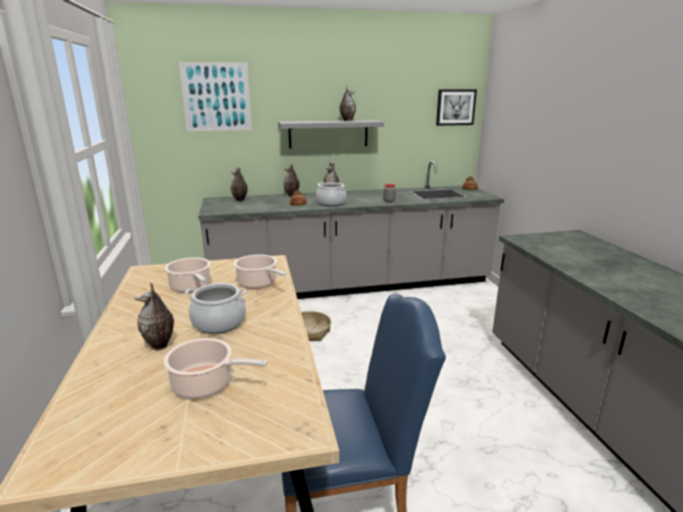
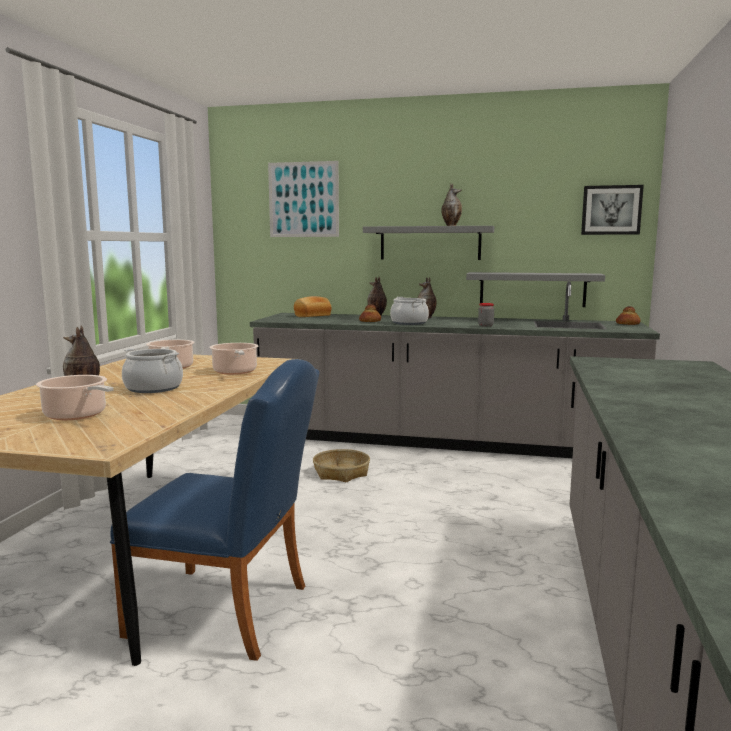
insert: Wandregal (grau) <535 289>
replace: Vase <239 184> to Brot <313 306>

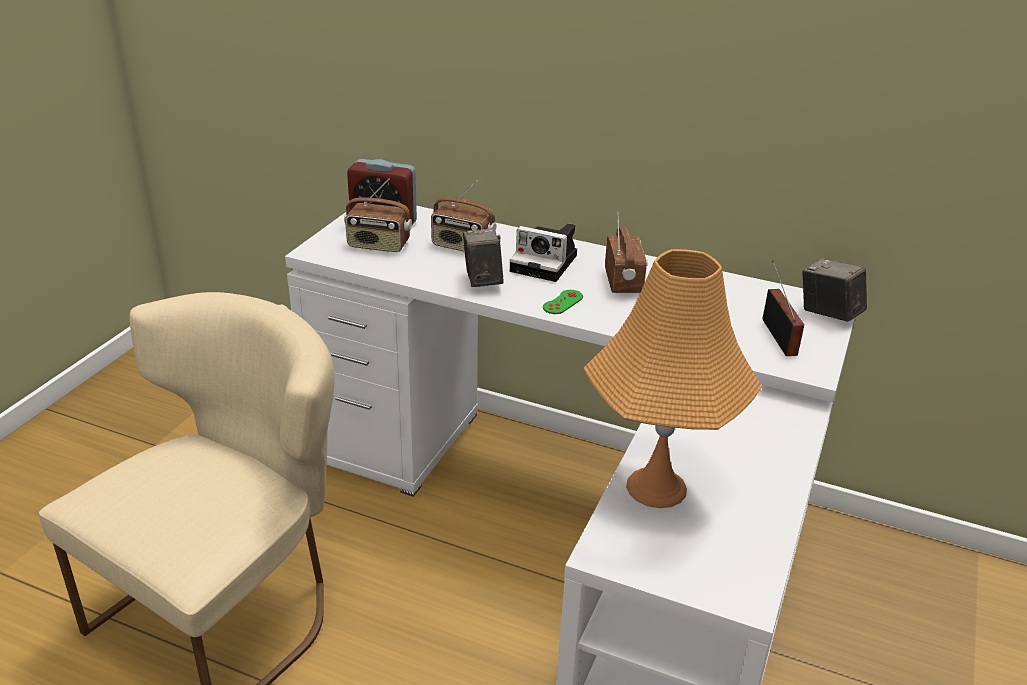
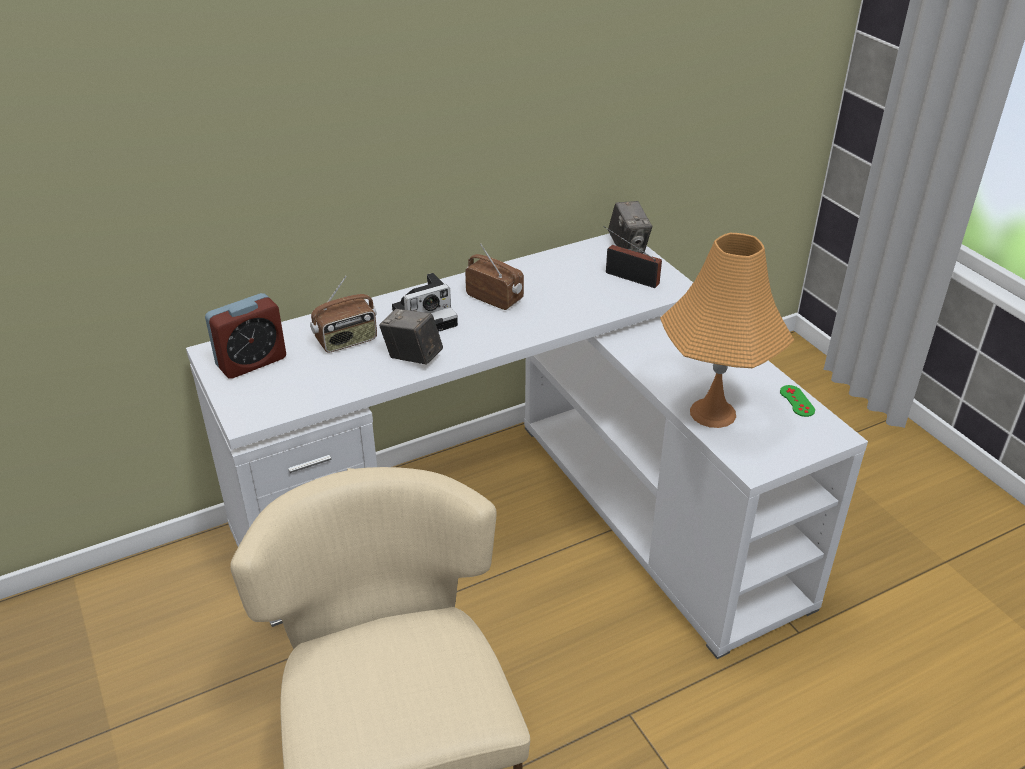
delete: Radio <378 215>
move: Gamepad (grün) <563 302> to <797 401>
rotate: Kamera <834 290> = <630 227> 105 degrees counterclockwise

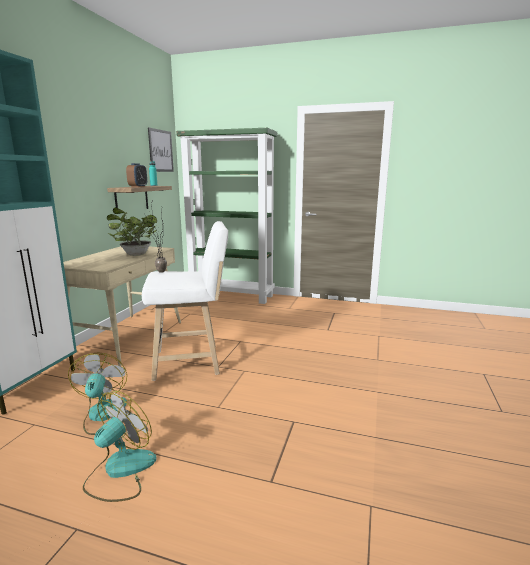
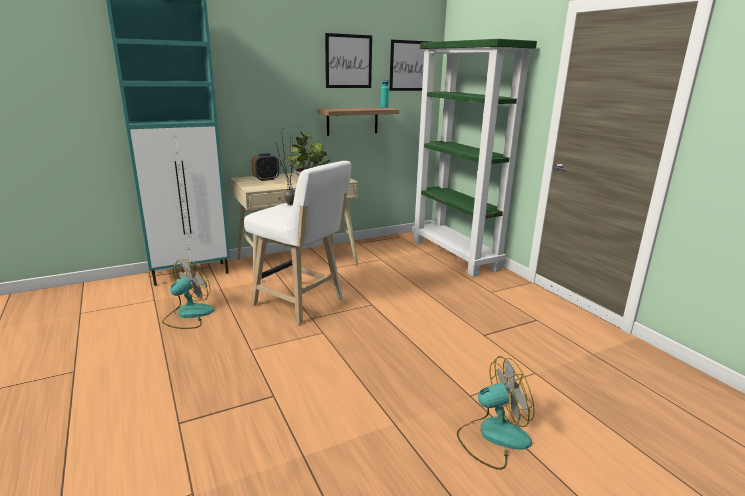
insert: Bild <348 60>
move: Ventilator <120 446> to <496 413>; Wecker <136 175> to <265 167>

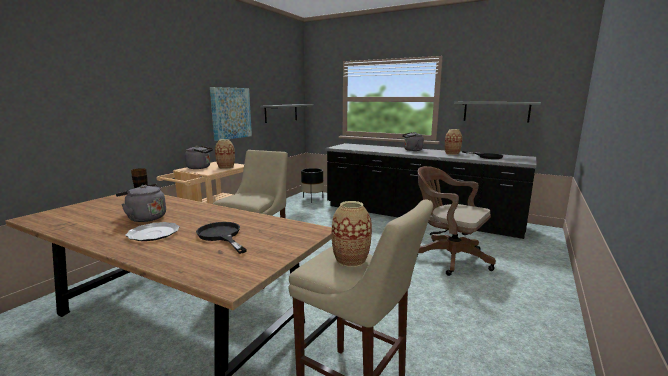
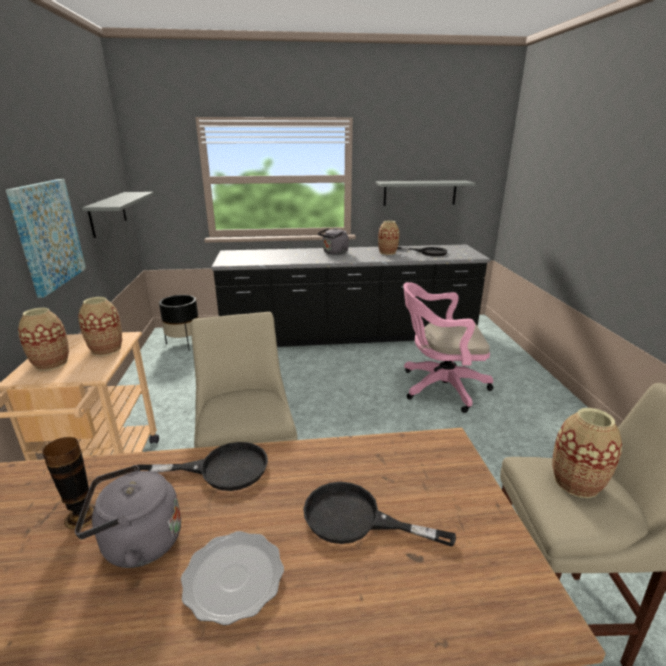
insert: Pfanne (schwarz) <203 466>
replace: Wasserkessel (grau) <199 157> to Vase <43 339>
recolor: Bürostuhl (braun) <456 221> to Bürostuhl (rosa) <448 347>

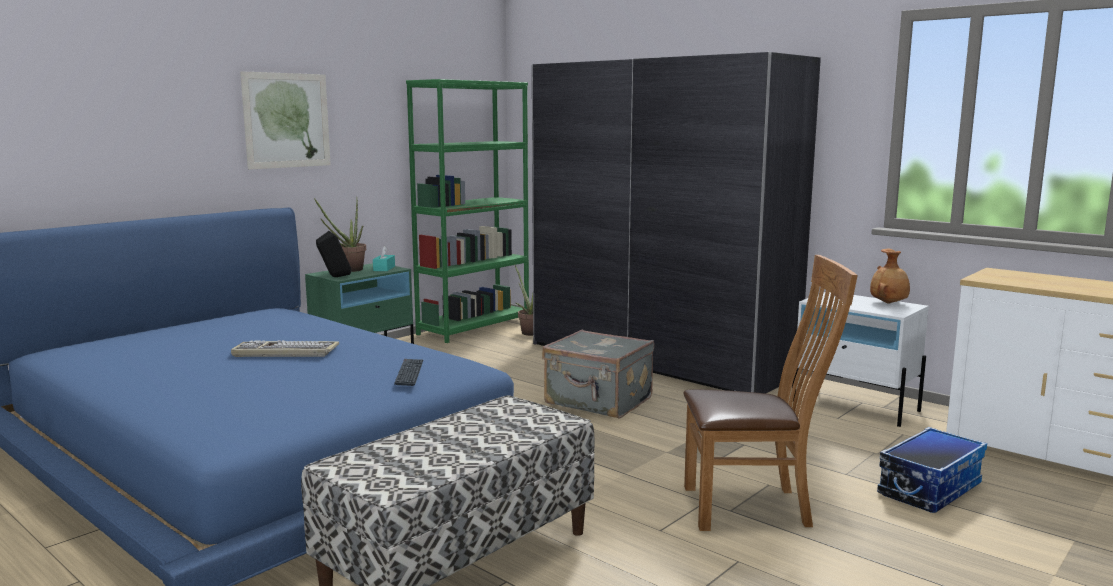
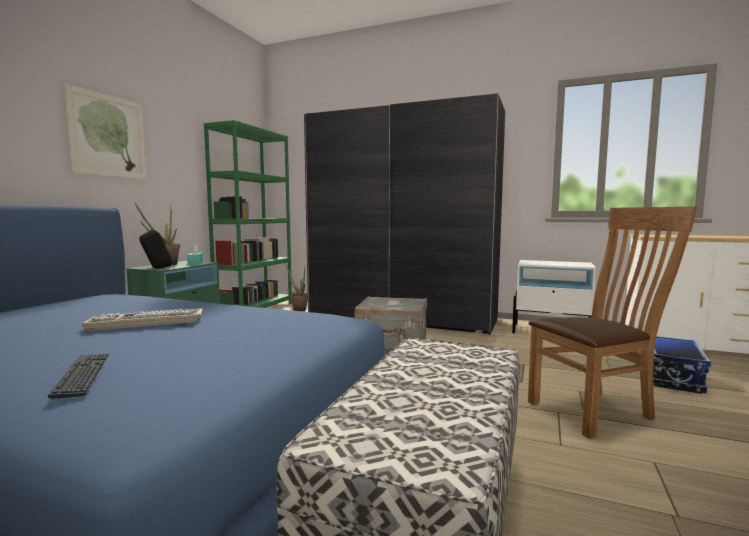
delete: Vase (braun) <890 276>
move: Tastatur <408 372> to <78 376>

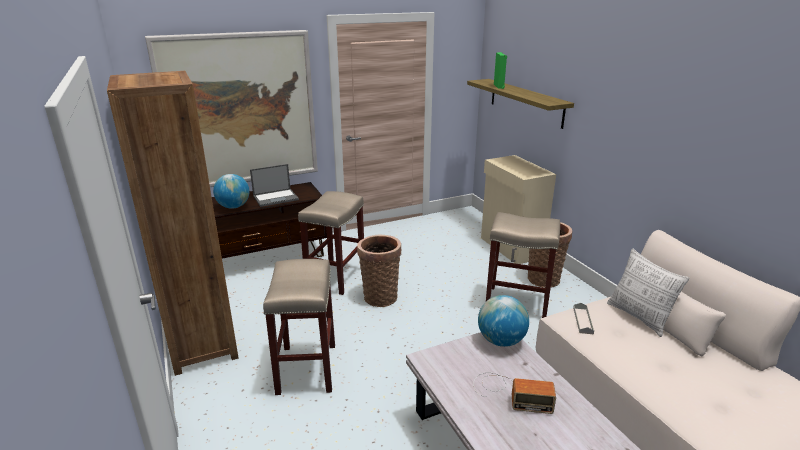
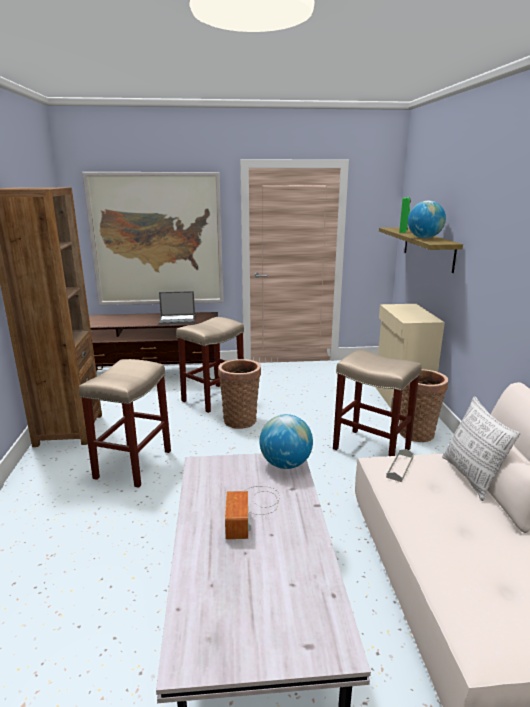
move: Globus <231 191> to <427 219>
rotate: Radio <514 393> = <252 512> 60 degrees clockwise

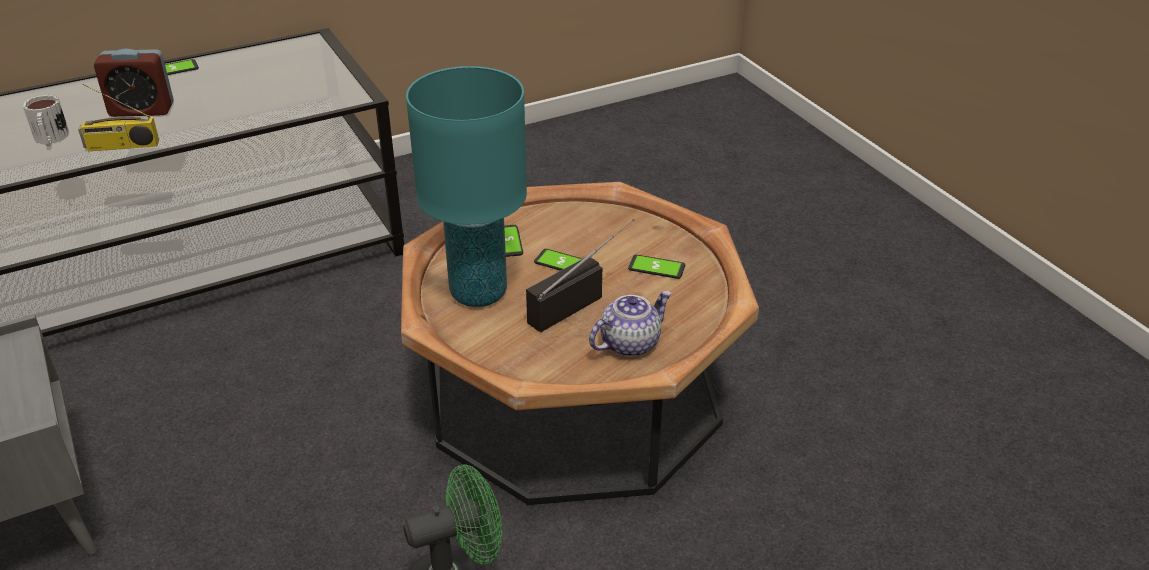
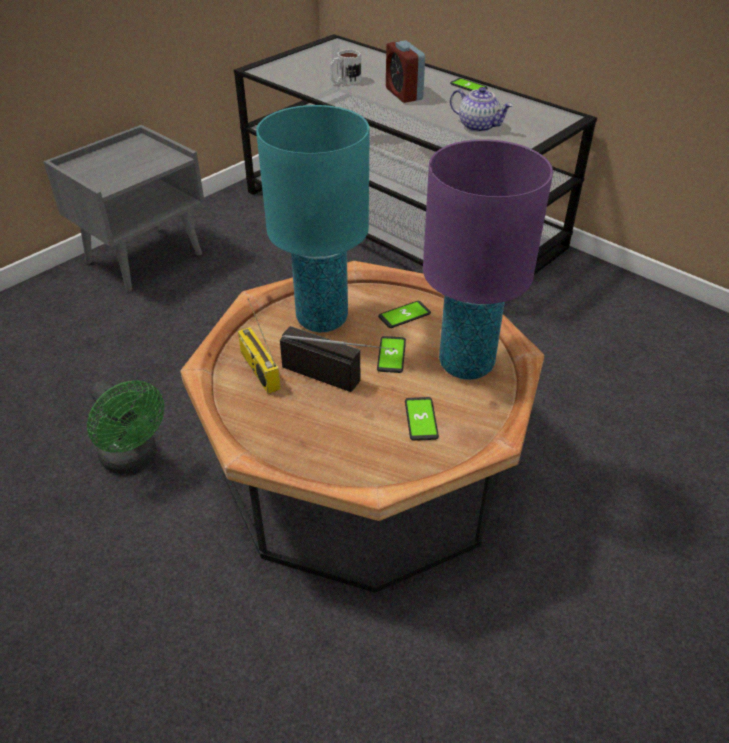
insert: Tischlampe (lila) <488 259>
move: Radio <118 117> to <259 346>; Teekanne <630 324> to <481 109>

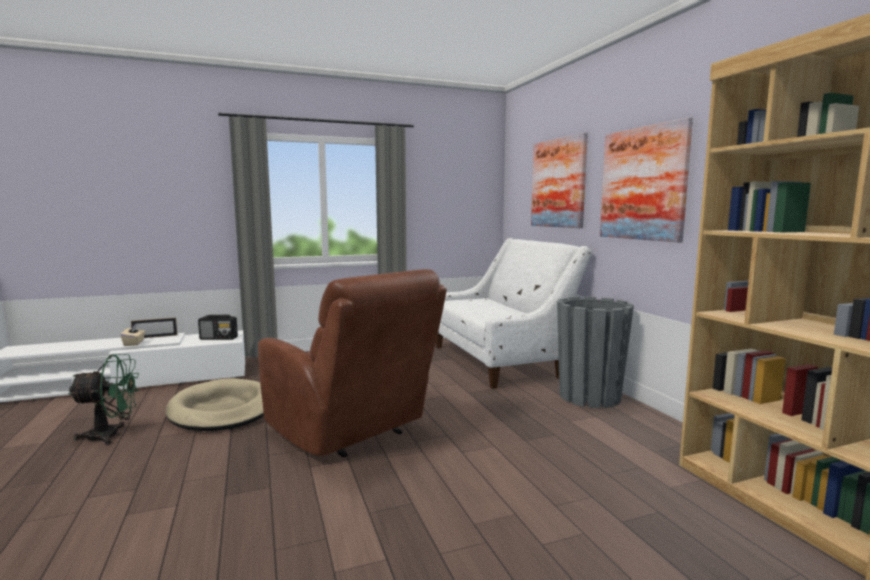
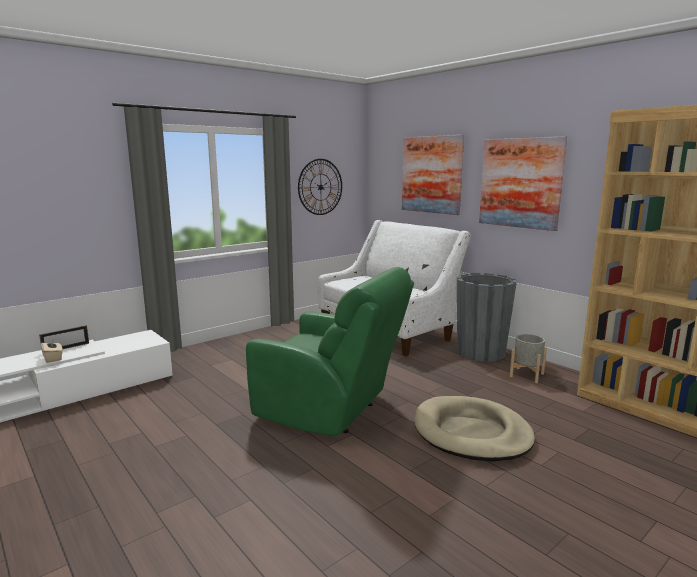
delete: Ventilator (grün) <103 399>; Radio <218 327>
insert: Wanduhr <320 187>; Pflanzkübel (grau) <528 358>
move: Hundebett (beige) <215 404> to <474 429>
recolor: Sessel (braun) <352 363> to Sessel (grün) <330 351>

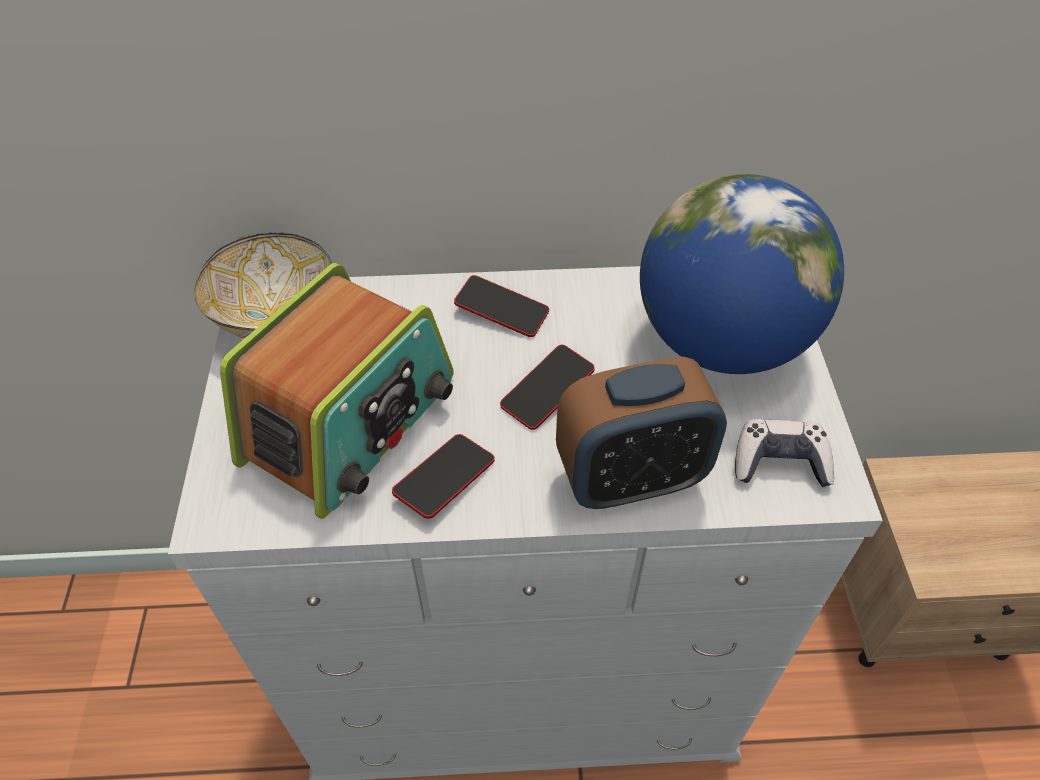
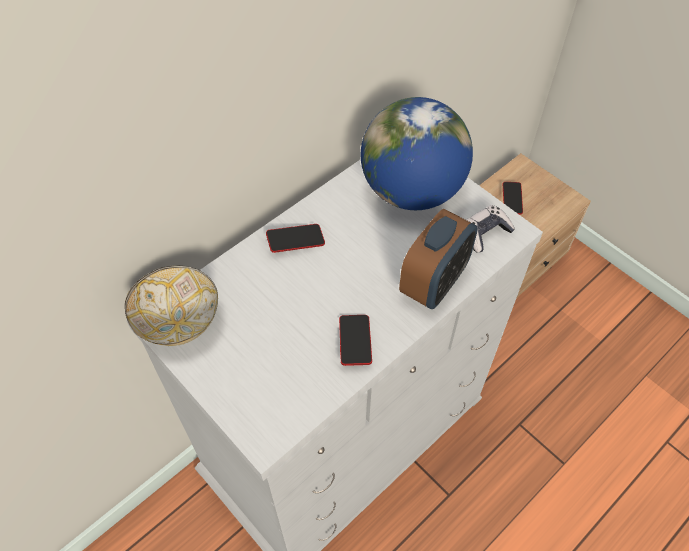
delete: Radio <337 391>
move: Handy <547 387> to <513 198>

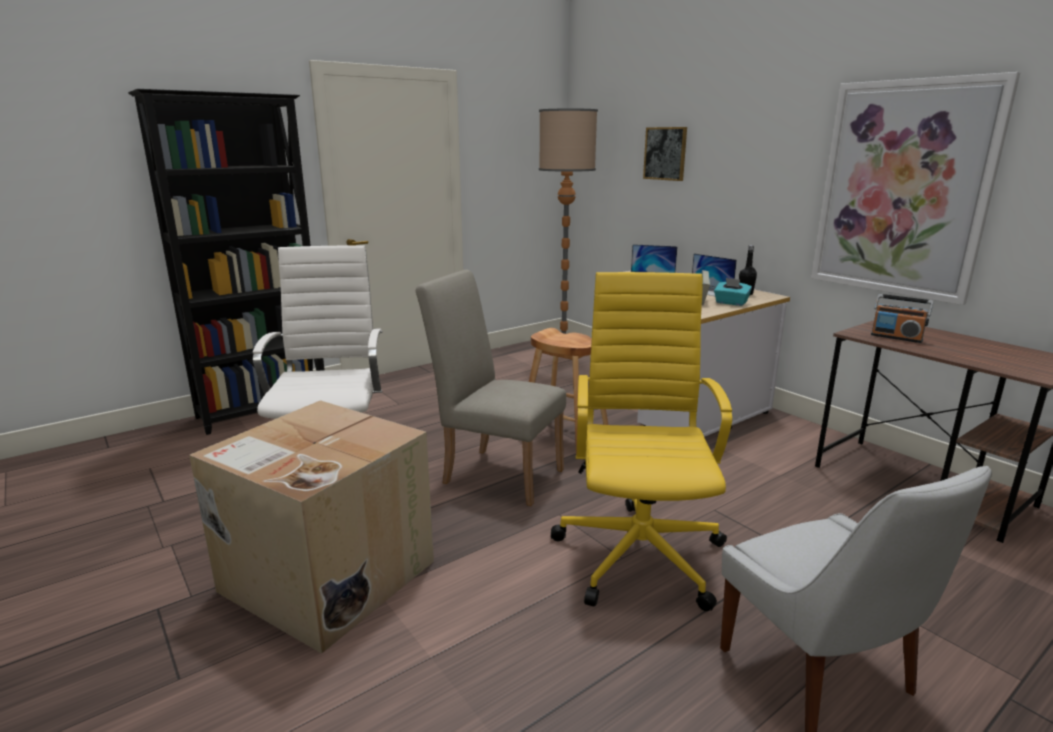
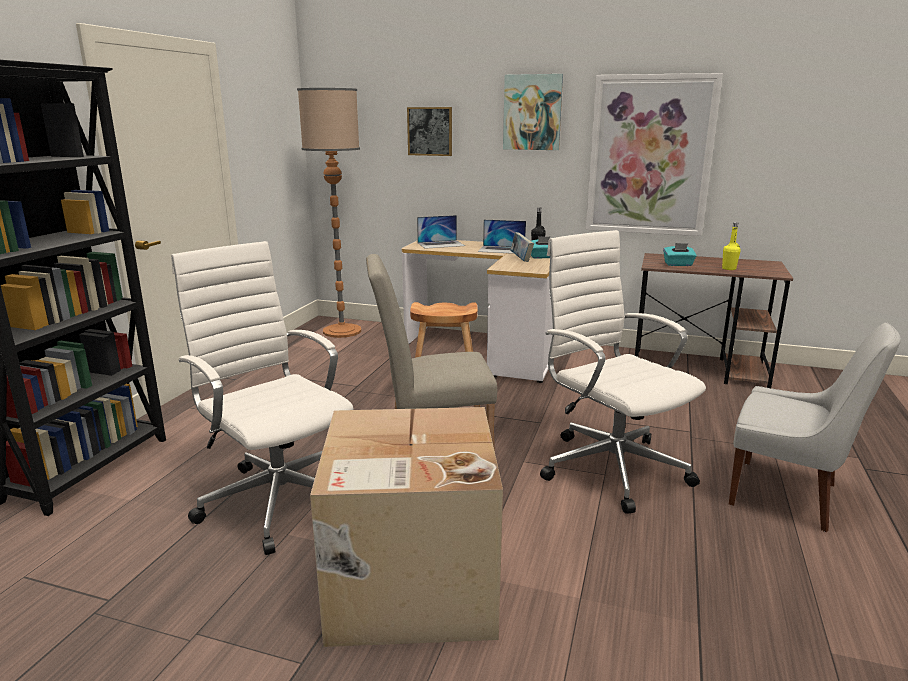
insert: Bild <533 112>; Flasche (gelb) <731 246>
replace: Radio <902 318> to Taschentuchbox (türkis) <680 254>
recolor: Bürostuhl (gelb) <641 441> to Bürostuhl (weiß) <623 372>

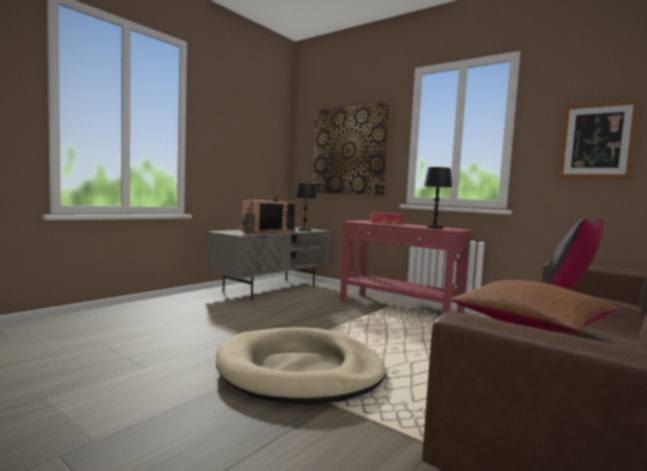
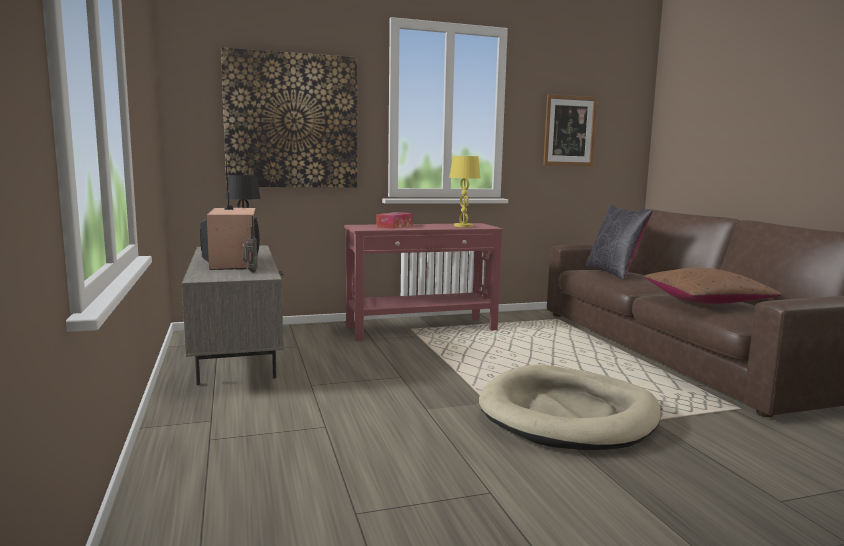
recolor: Tischlampe (schwarz) <438 198> to Tischlampe (gelb) <465 191>

